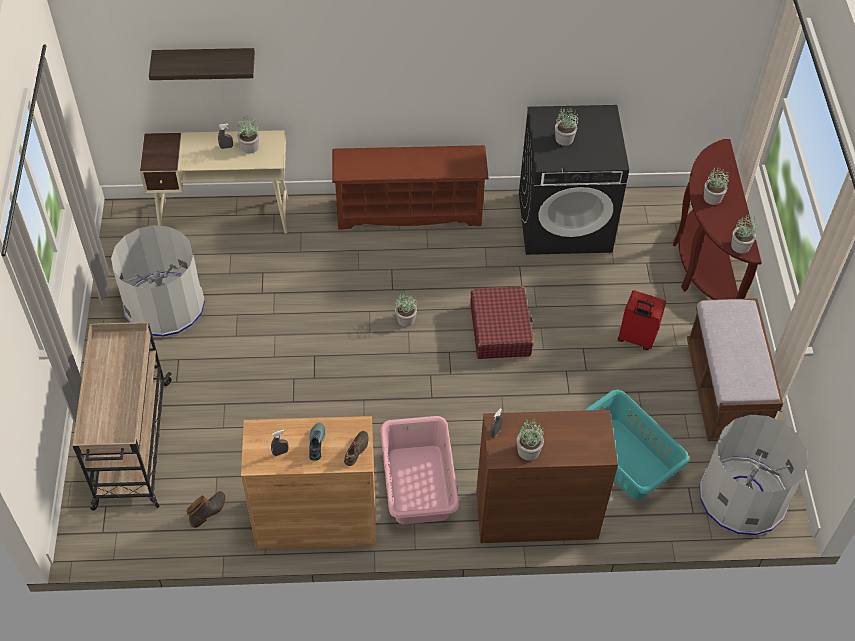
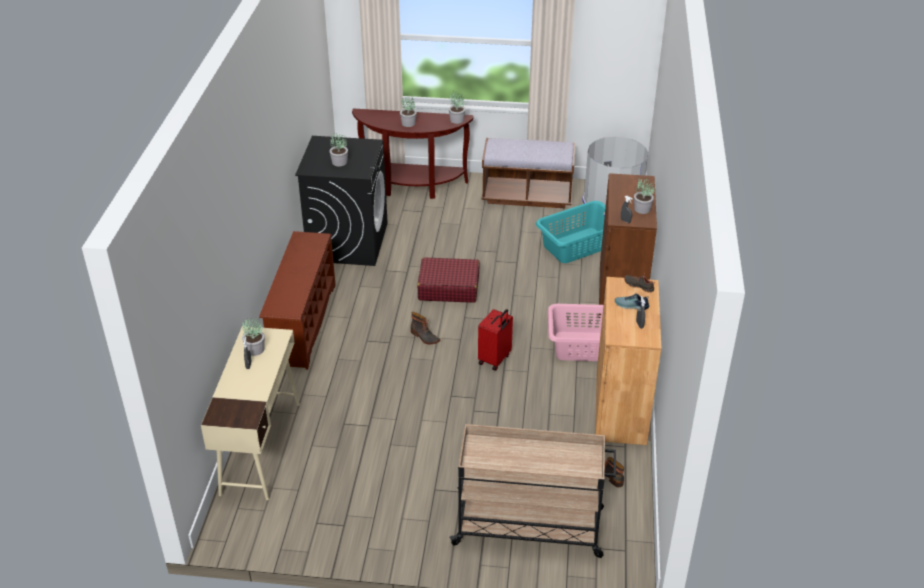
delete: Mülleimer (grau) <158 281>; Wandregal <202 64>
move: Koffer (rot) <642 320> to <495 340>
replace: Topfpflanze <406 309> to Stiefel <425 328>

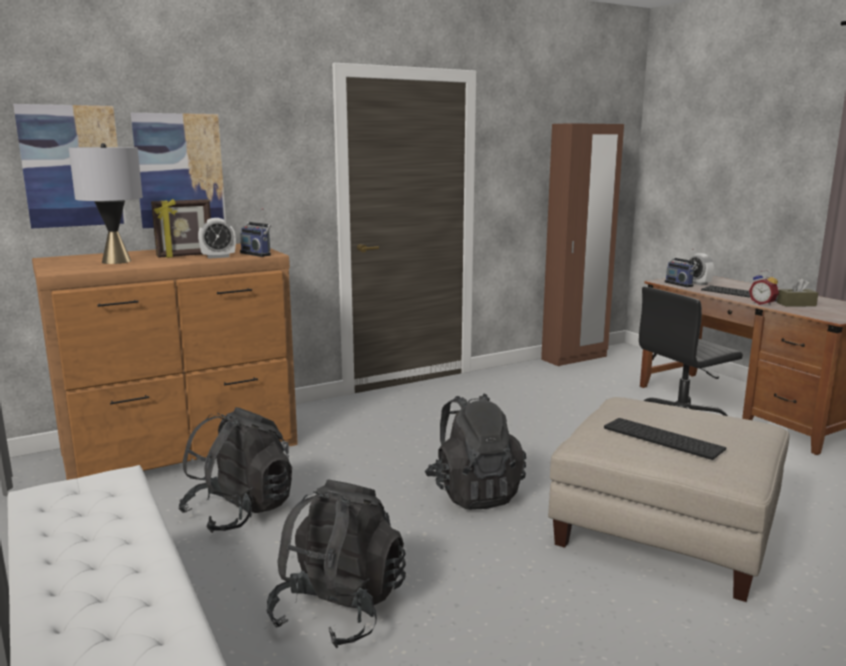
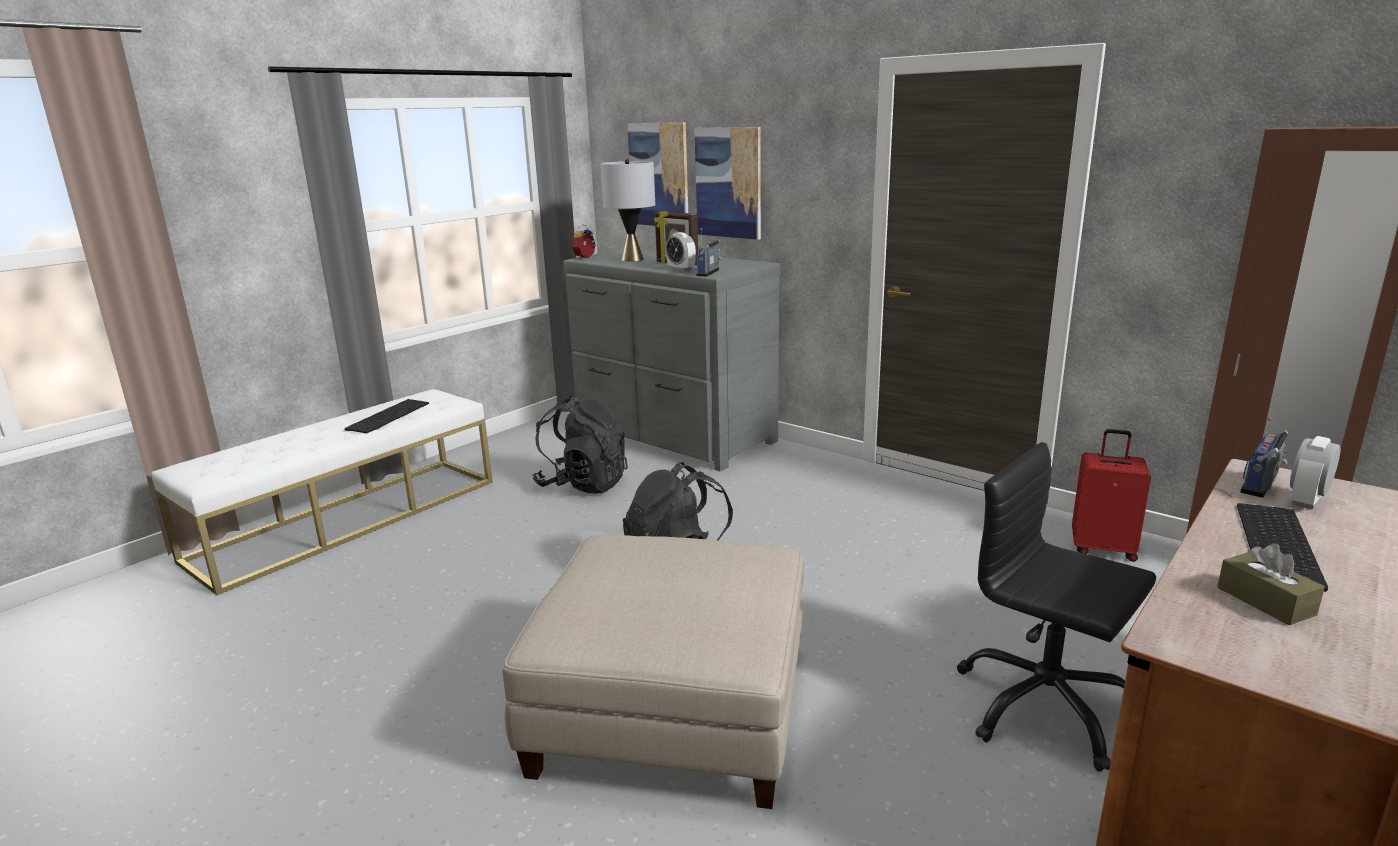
delete: Rucksack (schwarz) <336 563>
insert: Koffer (rot) <1111 495>
move: Tastatur <665 439> to <387 416>; Wecker <764 288> to <584 241>
recolor: Kommode (braun) <165 361> to Kommode (grau) <671 360>

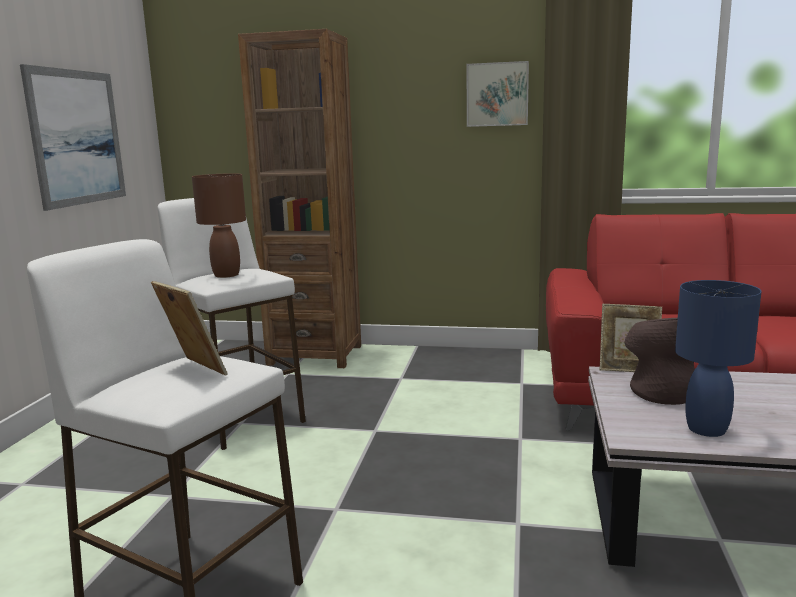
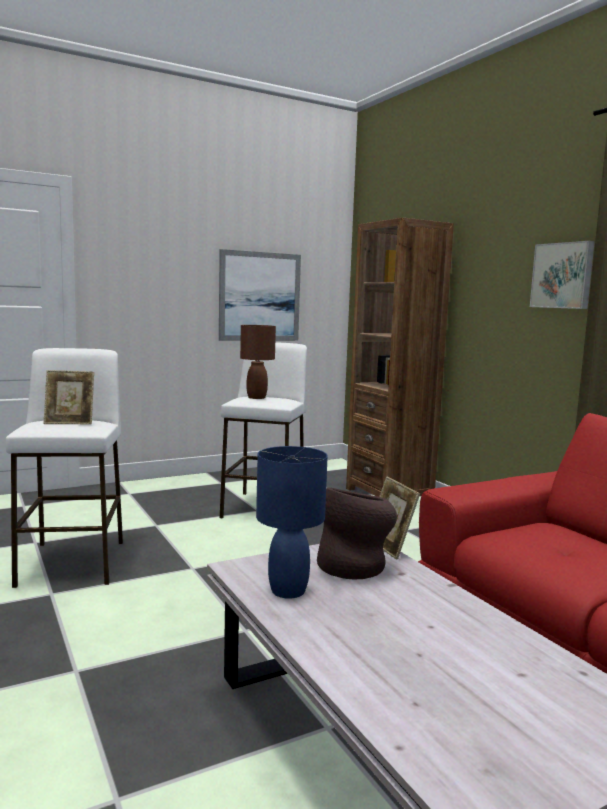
rotate: Bilderrahmen <189 328> = <69 397> 75 degrees clockwise

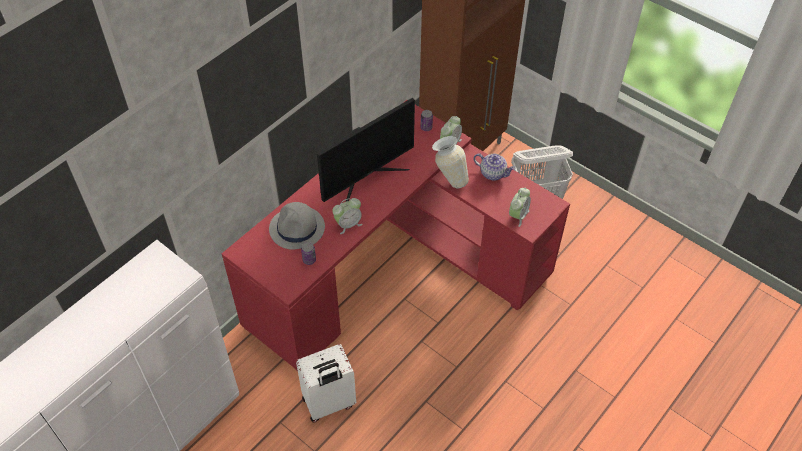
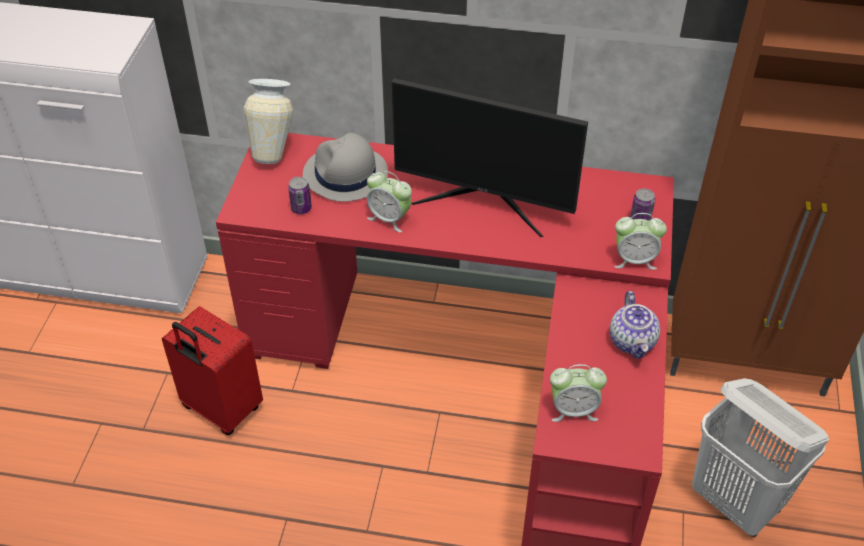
move: Vase <450 162> to <268 121>
recolor: Koffer (weiß) <326 383> to Koffer (rot) <212 370>

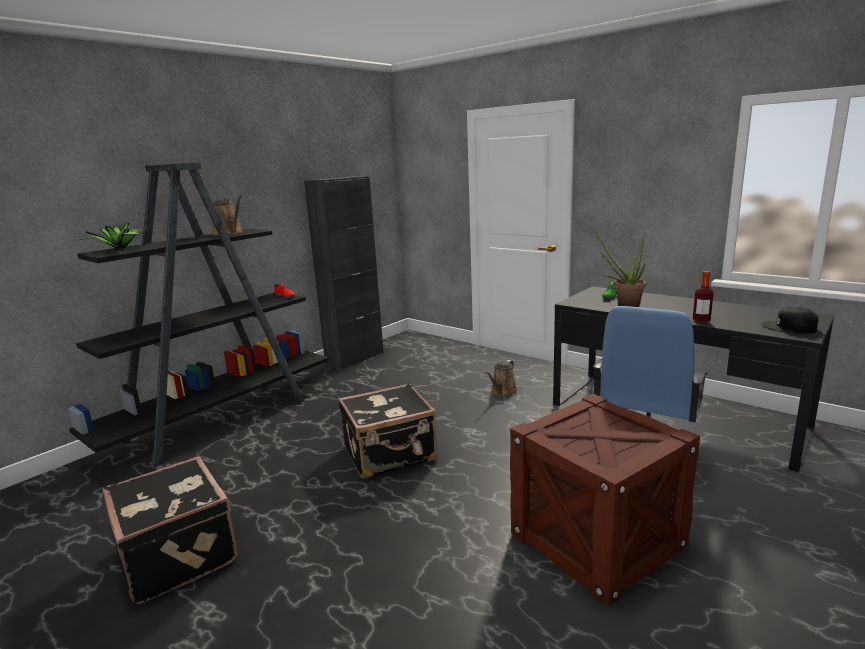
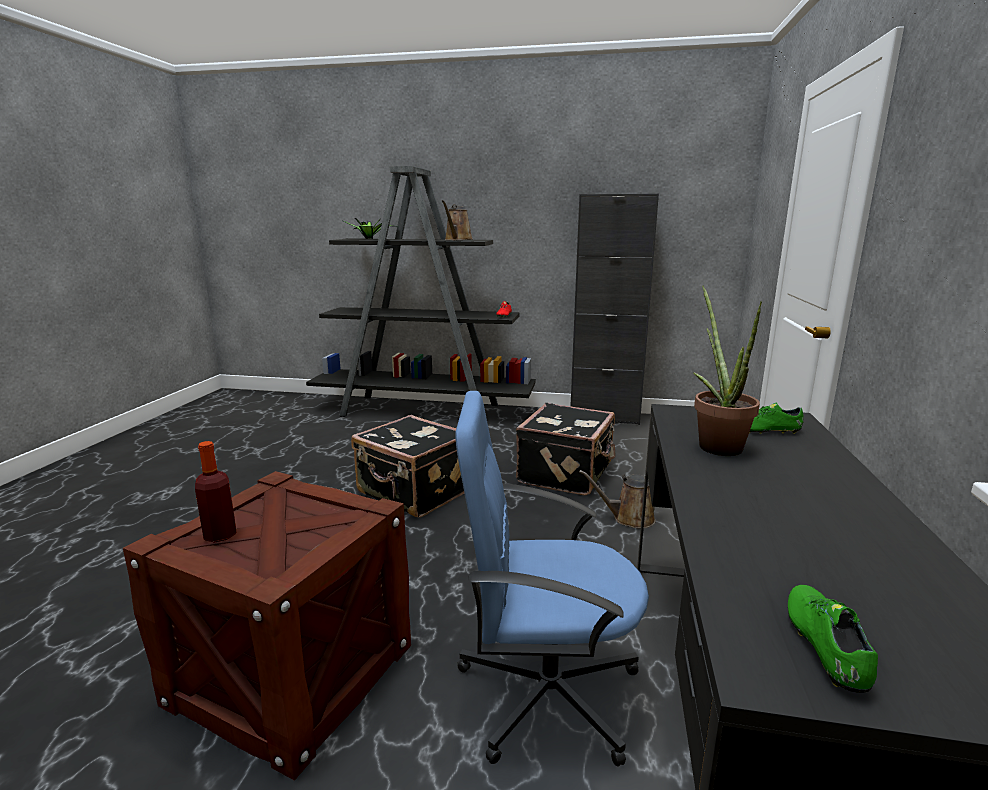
move: Koffer (schwarz) <169 530> to <565 449>; Flasche <703 297> to <216 492>
replace: Kappe (schwarz) <790 320> to Schuh (grün) <833 639>

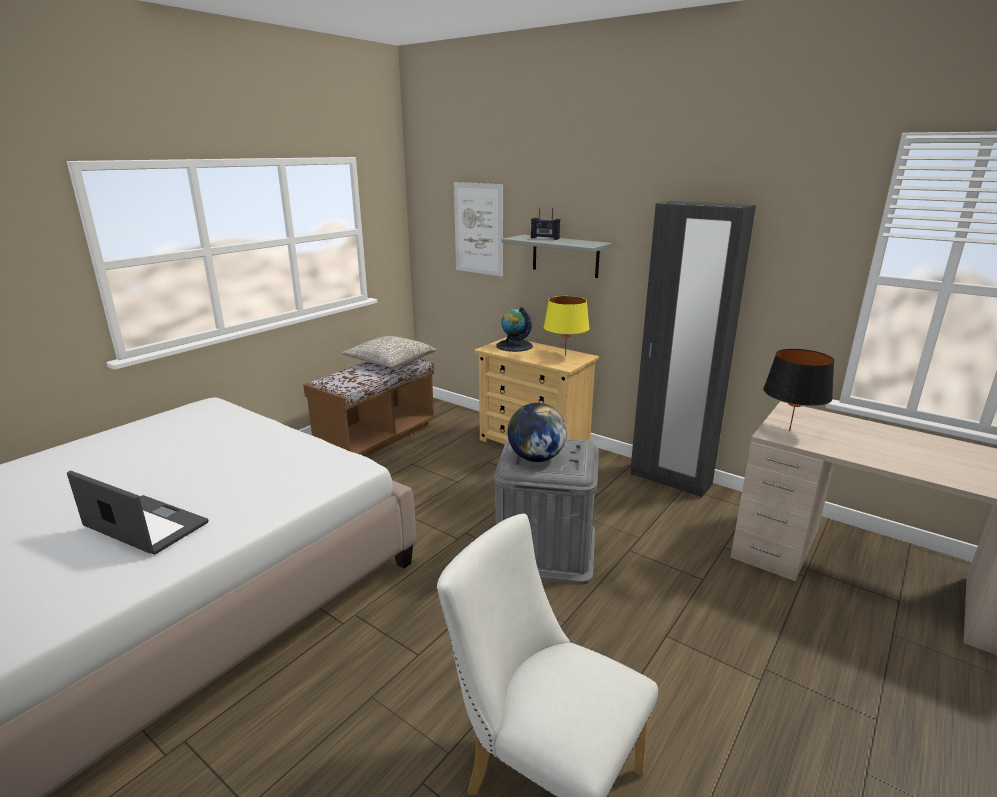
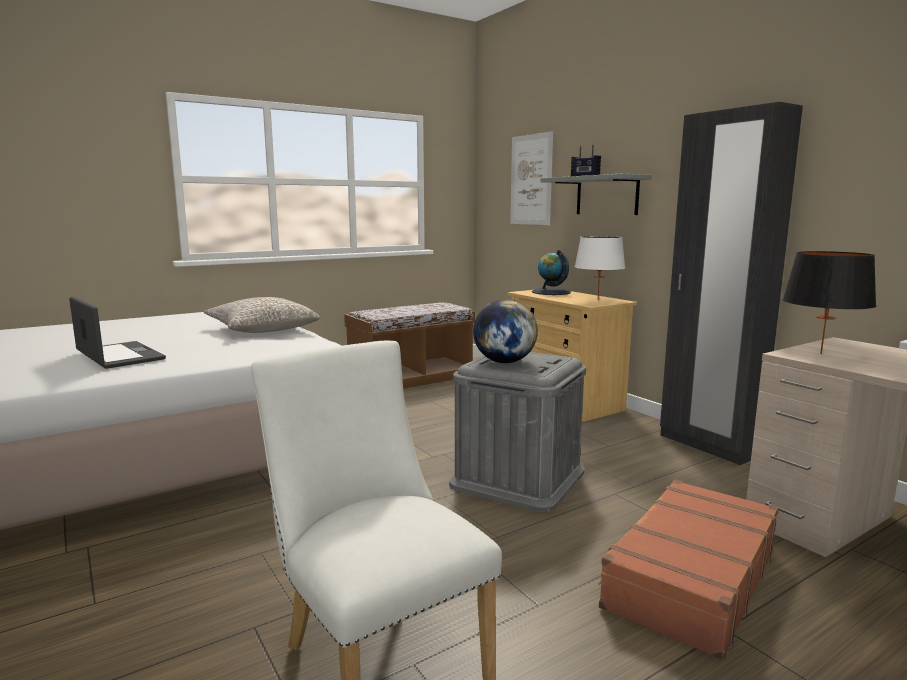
insert: Koffer (braun) <688 569>
move: Kissen (grau) <389 352> to <262 315>
recolor: Tischlampe (gelb) <567 326> to Tischlampe (weiß) <600 267>

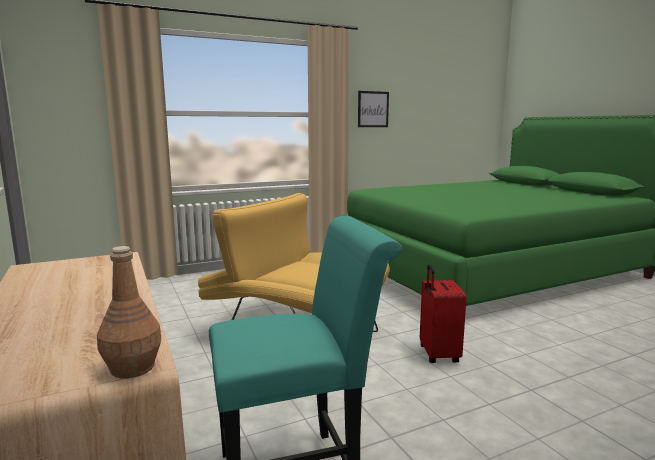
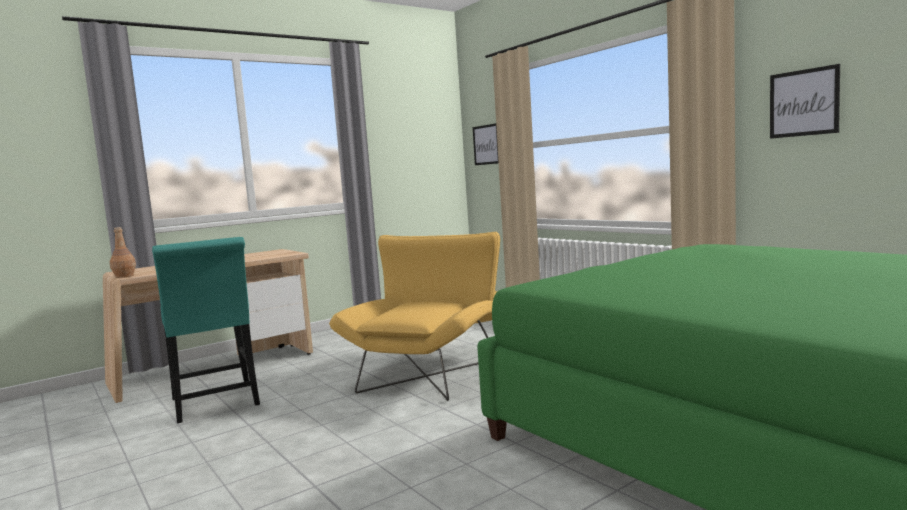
delete: Koffer (rot) <443 313>
insert: Bild <486 144>

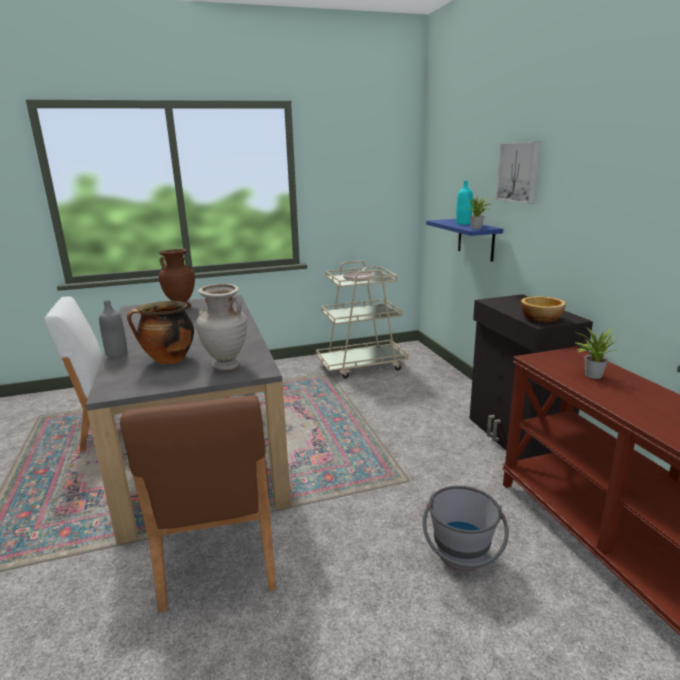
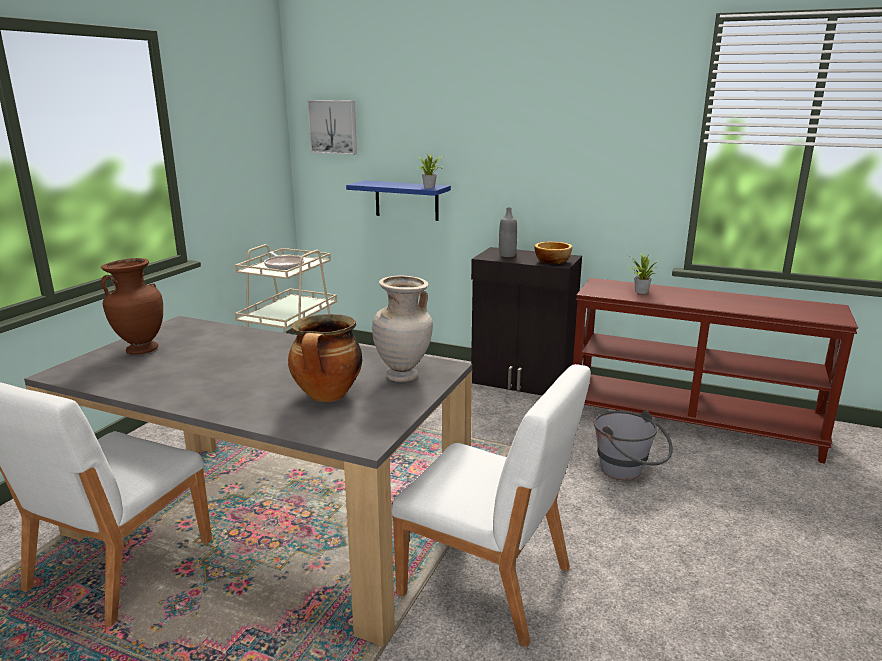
delete: Flasche (türkis) <464 203>
move: Flasche (grau) <113 329> to <508 232>; Bild <518 173> to <332 127>
recolor: Stuhl (braun) <198 503> to Stuhl (weiß) <491 505>

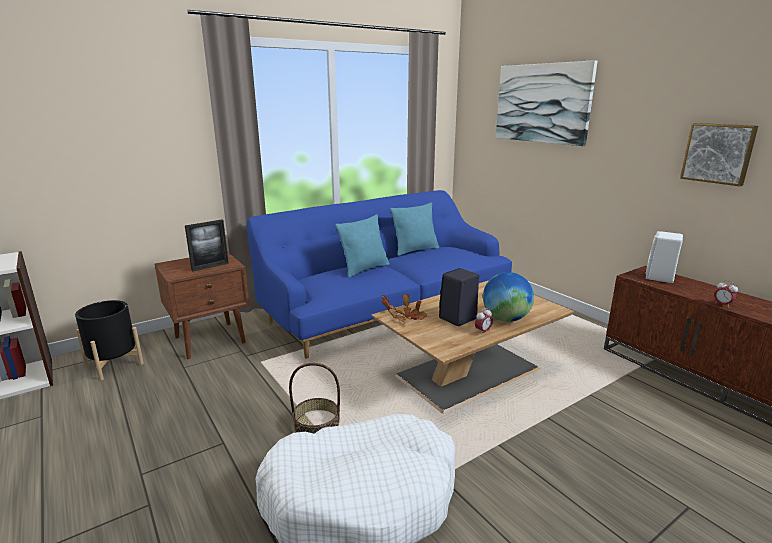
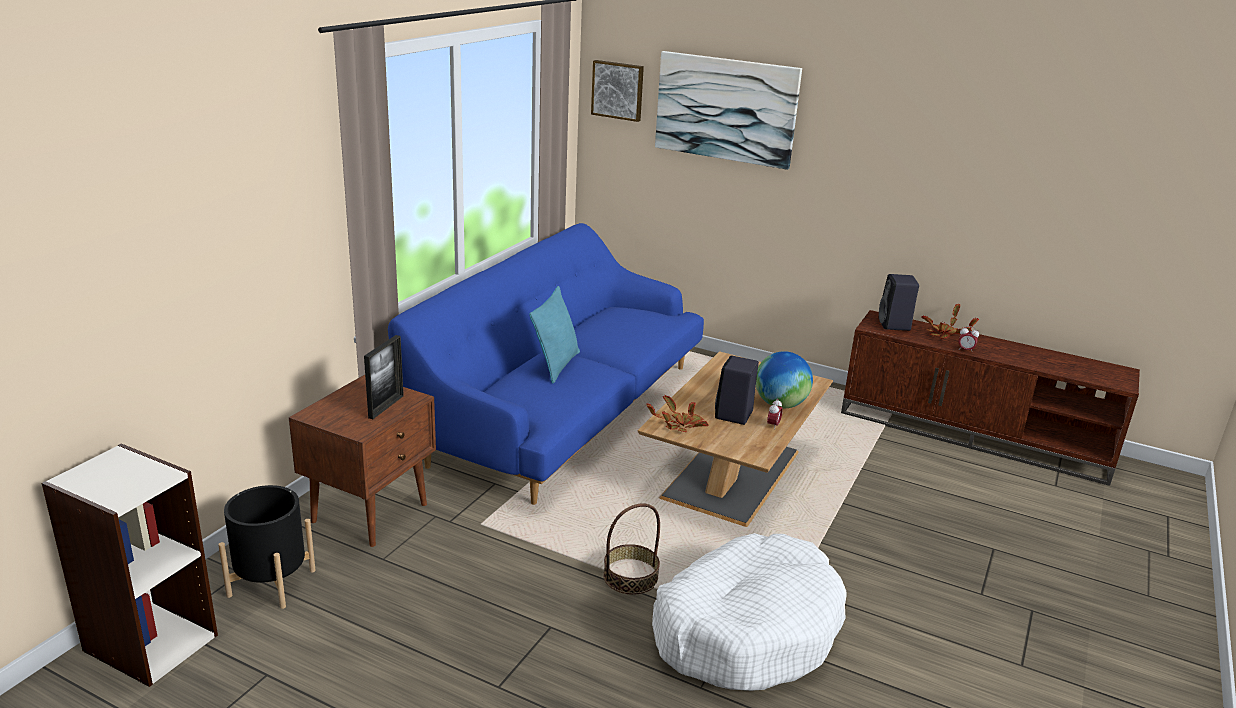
delete: Kissen (türkis) <414 229>
insert: Topfpflanze <950 321>
move: Bild <719 154> to <617 91>
recolor: Lautsprecher (weiß) <664 257> to Lautsprecher (schwarz) <899 302>

